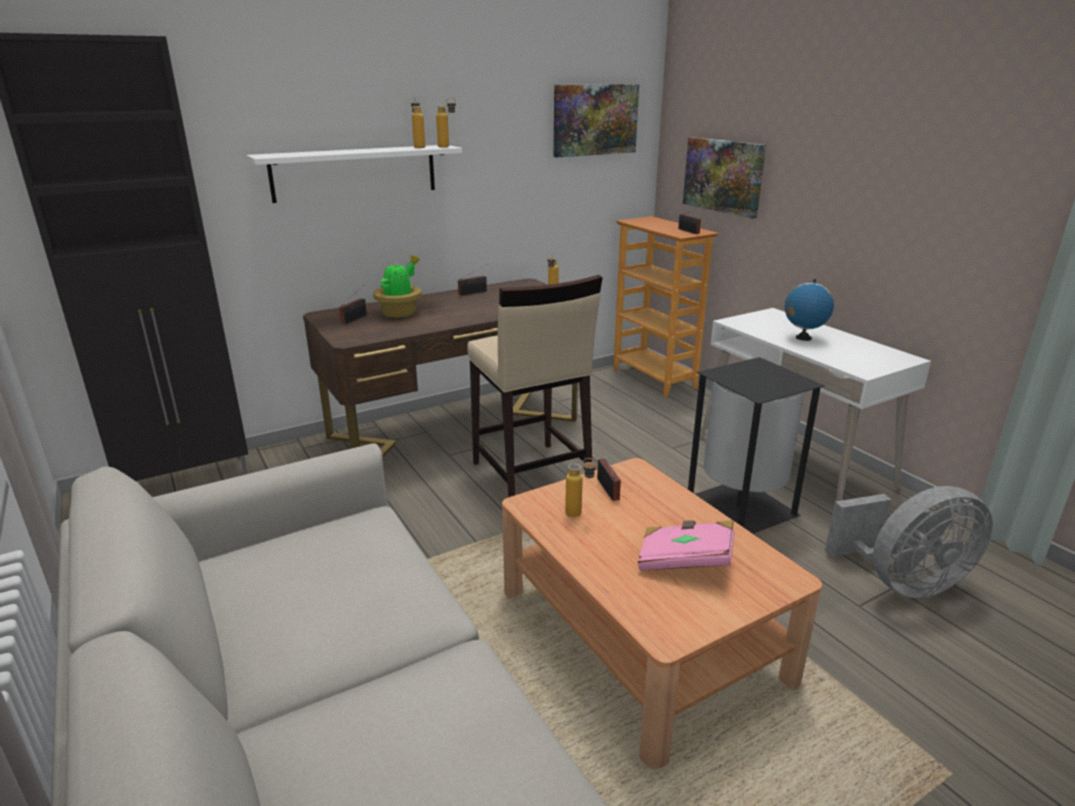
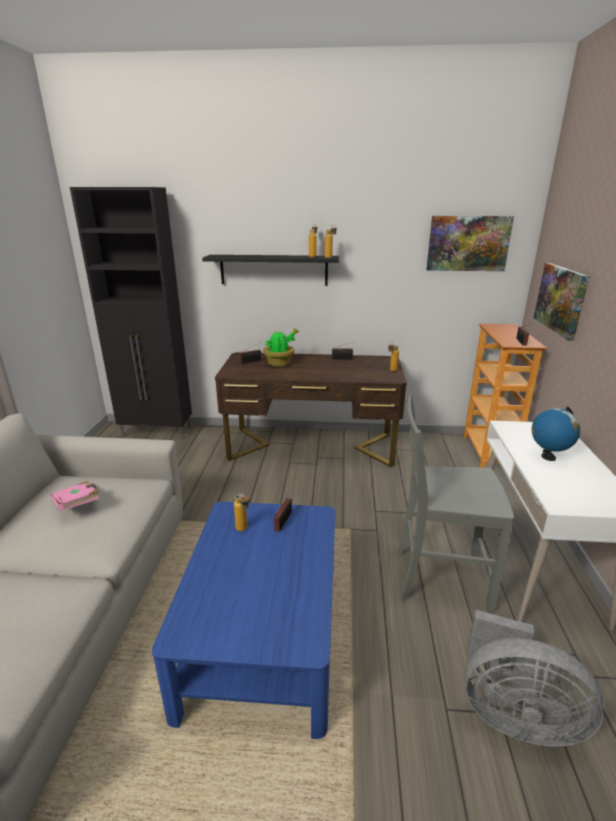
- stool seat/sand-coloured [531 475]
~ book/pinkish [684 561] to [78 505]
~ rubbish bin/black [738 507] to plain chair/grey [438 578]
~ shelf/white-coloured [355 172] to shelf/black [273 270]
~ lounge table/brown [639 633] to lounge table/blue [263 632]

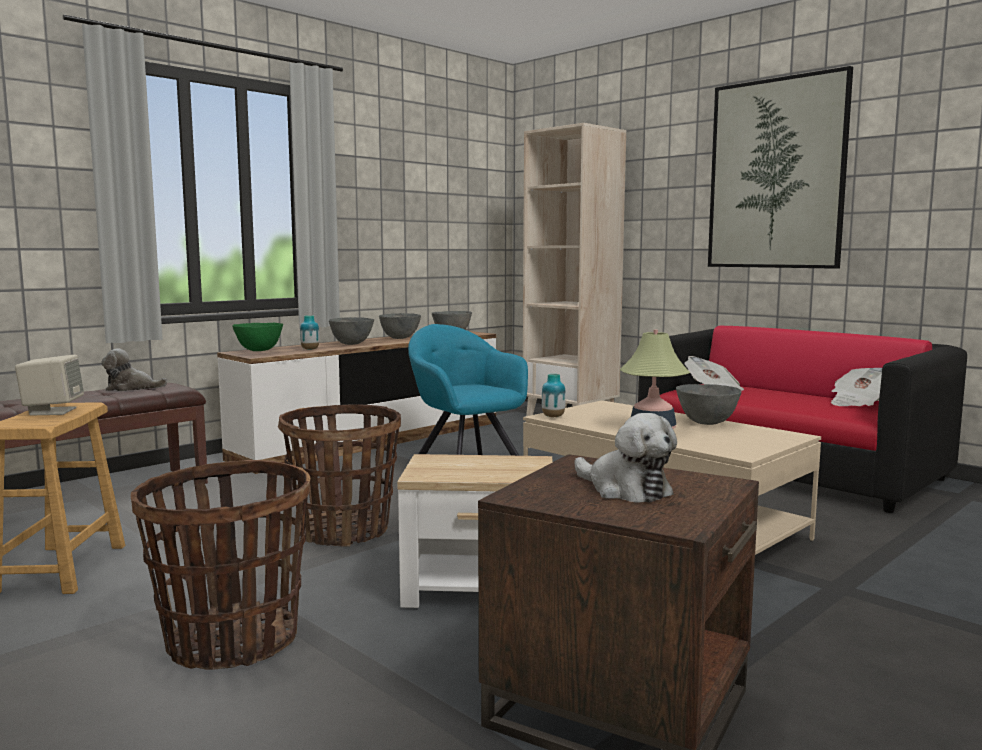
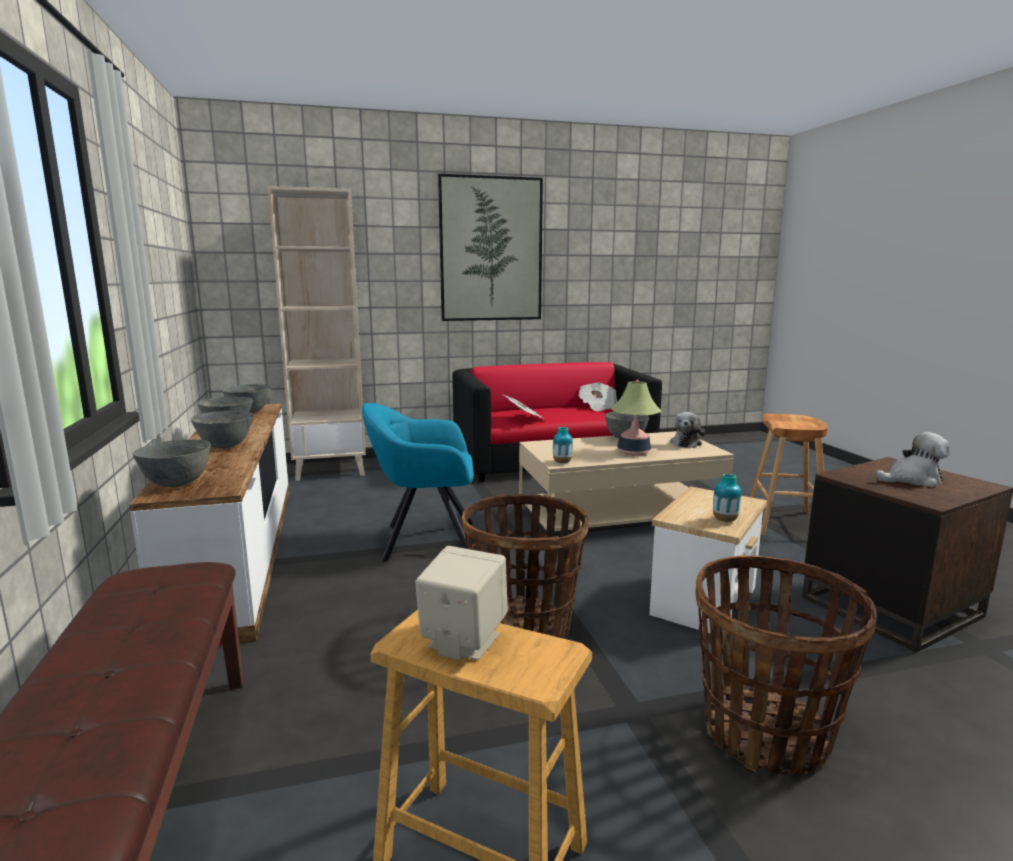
+ stool seat/brown [784 523]
~ soft toy [131 388] to [686 443]
~ decorative vase [310 349] to [725 520]
~ deep dish/green [259 350] to deep dish/grey [176 484]

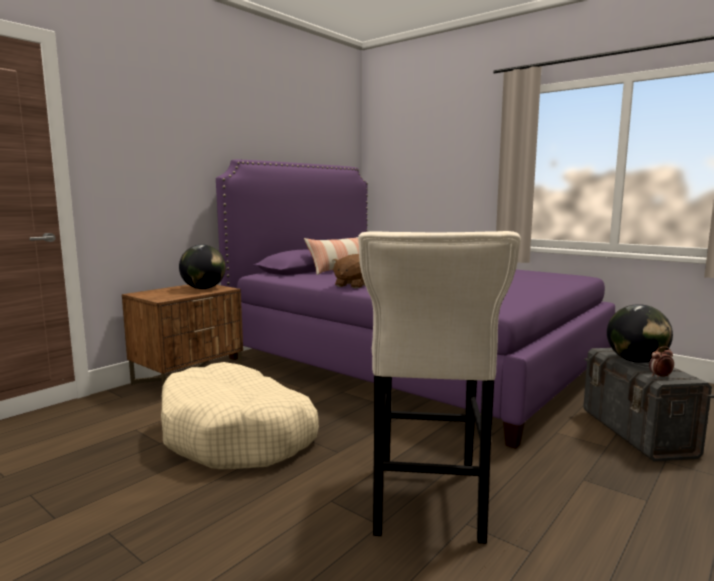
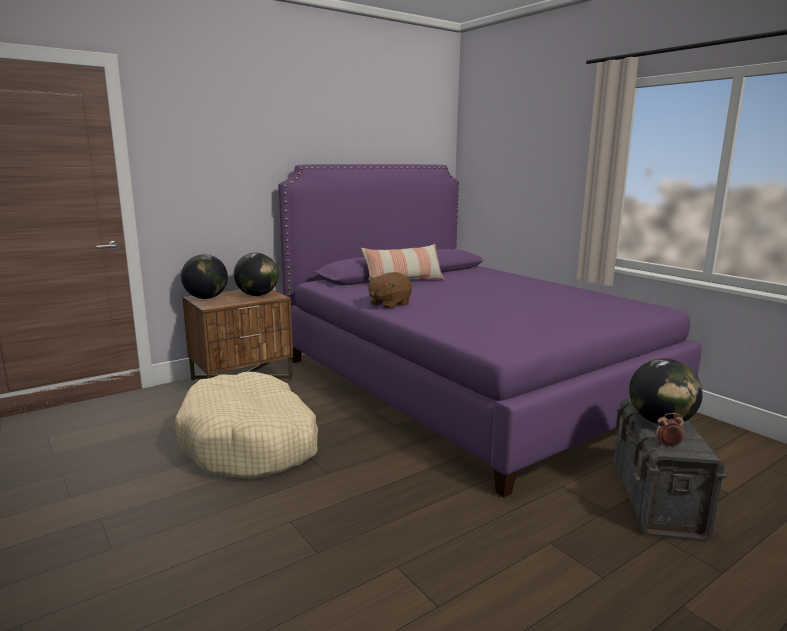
- stool seat/sand-coloured [427 505]
+ globe [206 298]

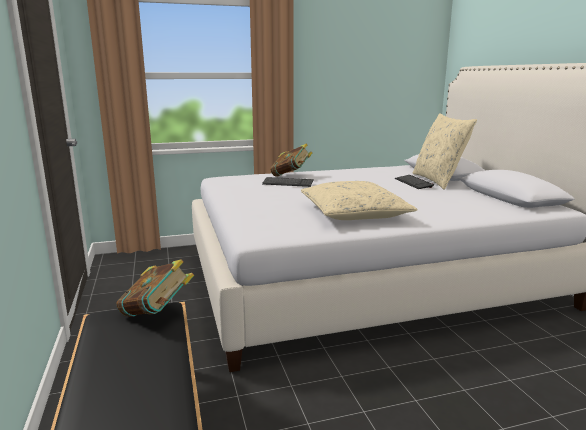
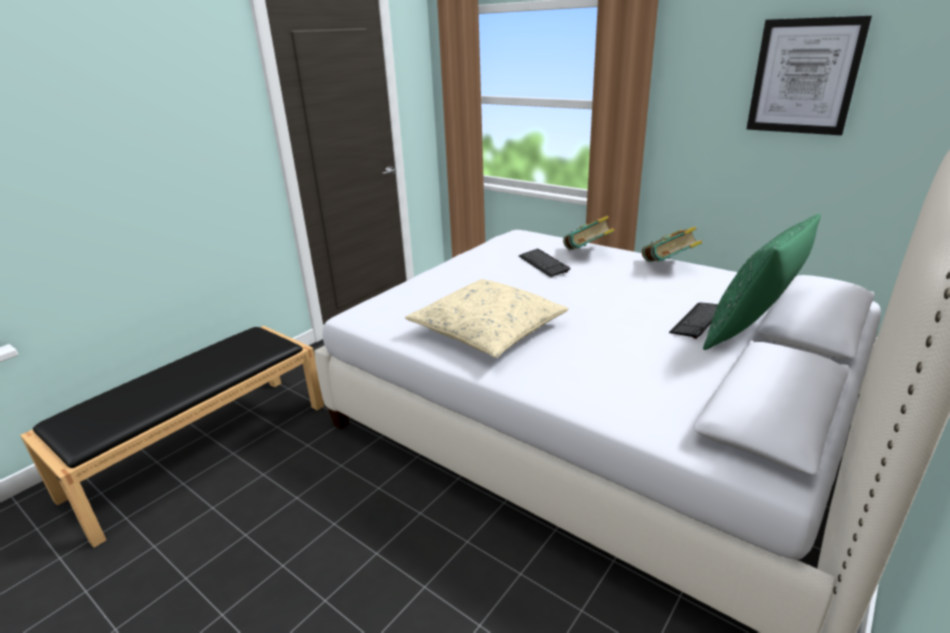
+ wall picture [804 77]
~ book [157 314] to [668 266]
~ cushion/sand-coloured [438 181] to cushion/green [751 333]

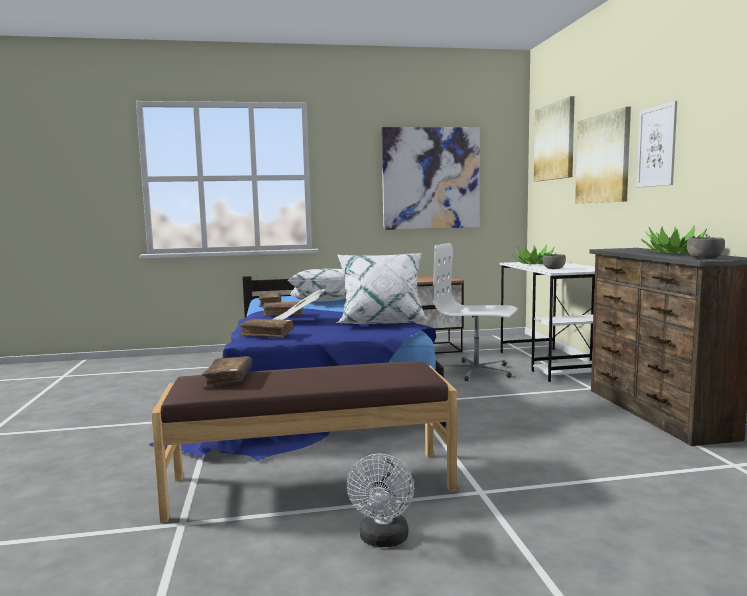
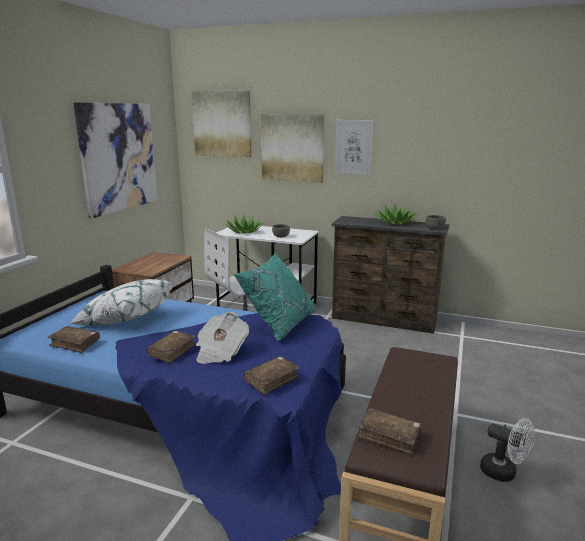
~ cushion/white-coloured [382 322] to cushion/turquoise [278 324]

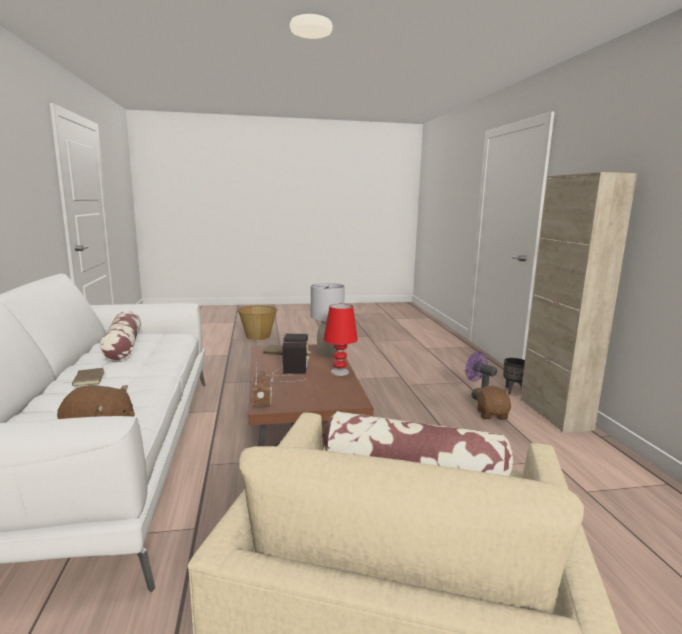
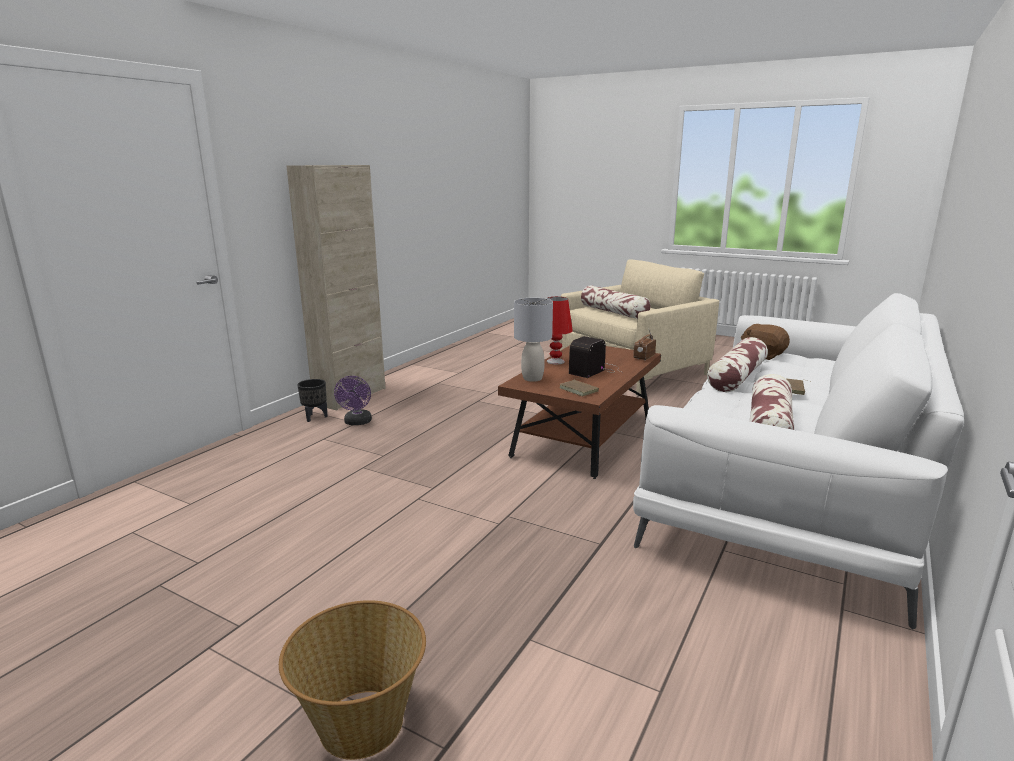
- soft toy/brown [492 415]
+ cushion [737 377]

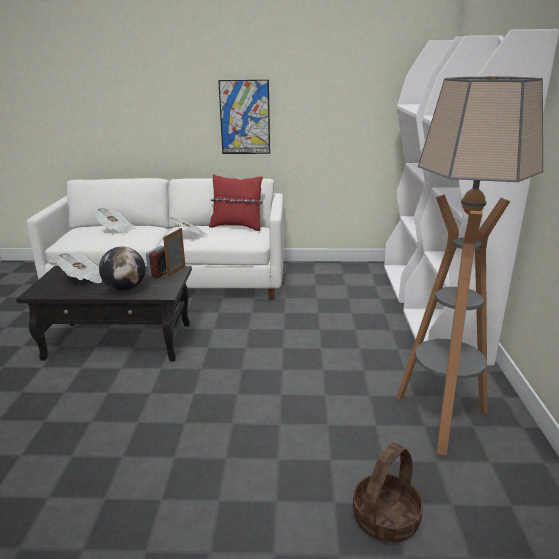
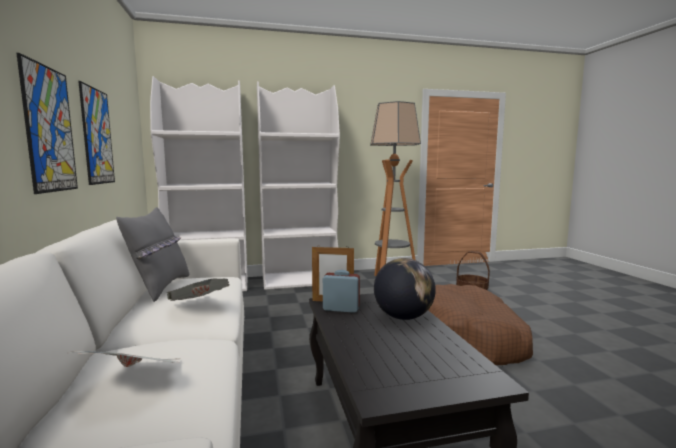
- printed paper [84 278]
+ wall picture [97 136]
+ dog cushion/brown [472 338]
~ cushion/red [237 226] to cushion/grey [160 287]

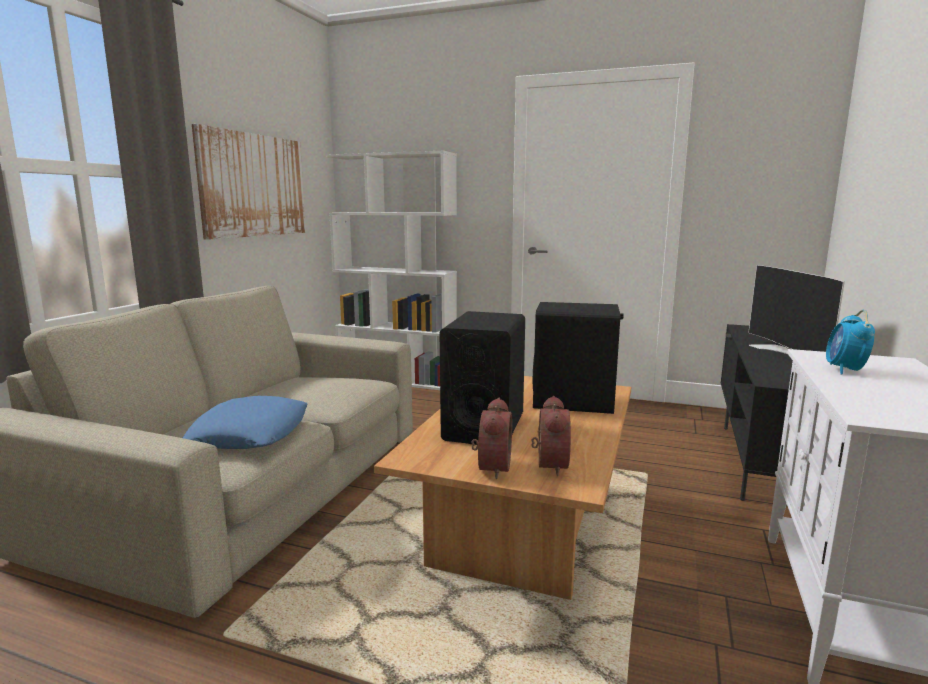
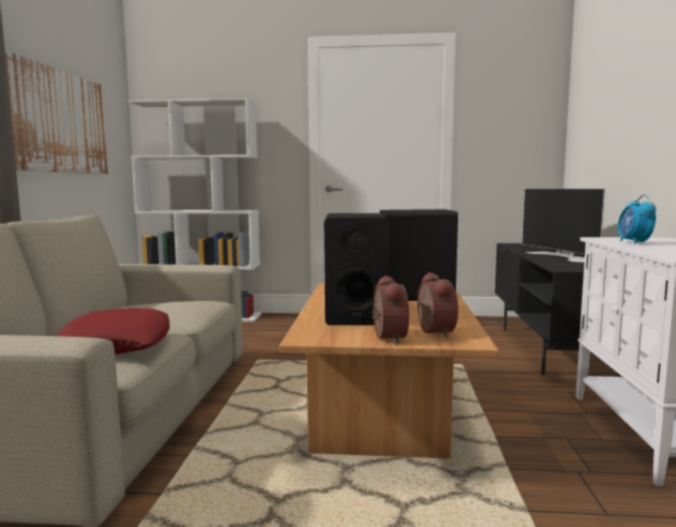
~ cushion/blue [250 433] to cushion/red [117 343]

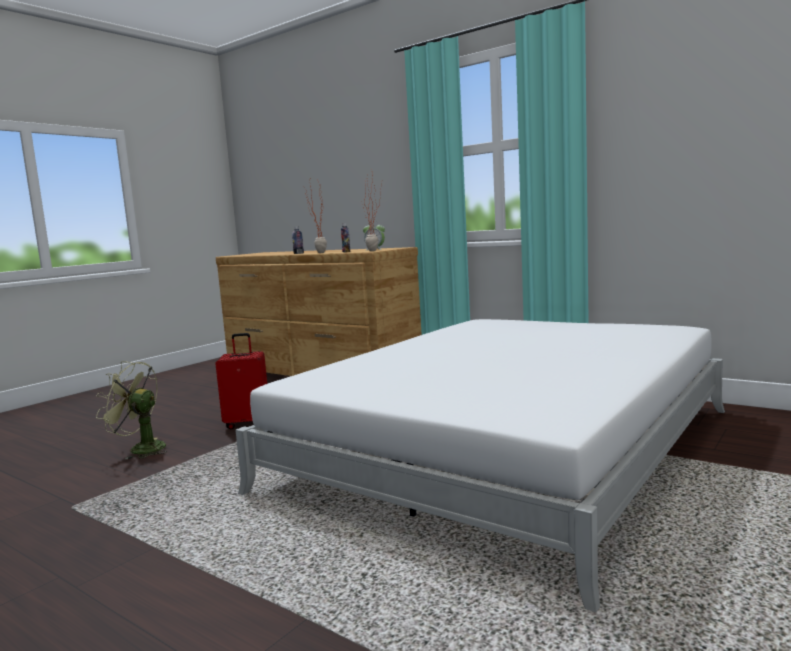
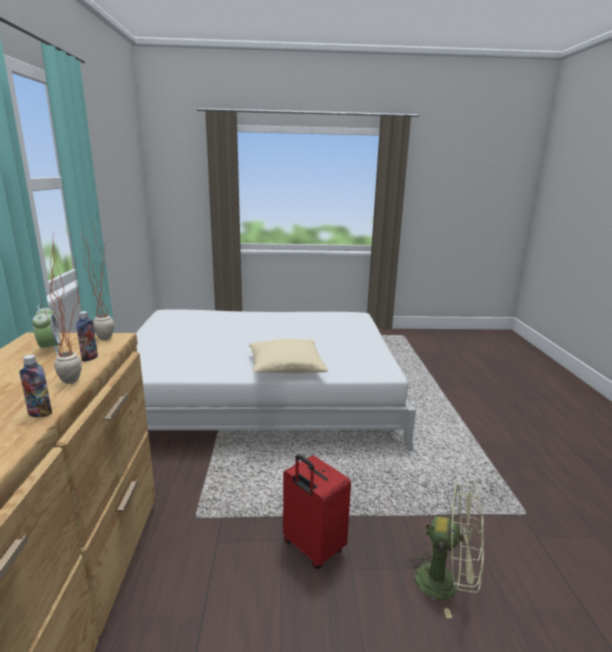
+ cushion/sand-coloured [286 367]
~ cooling fan/green [140 449] = [446 583] 45 degrees counterclockwise

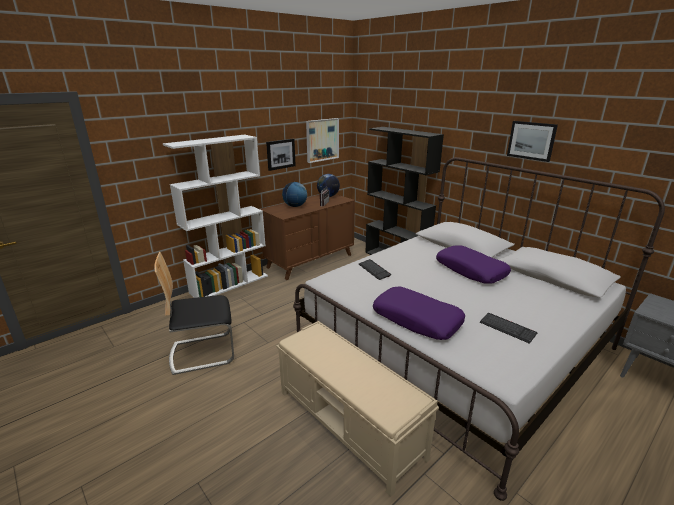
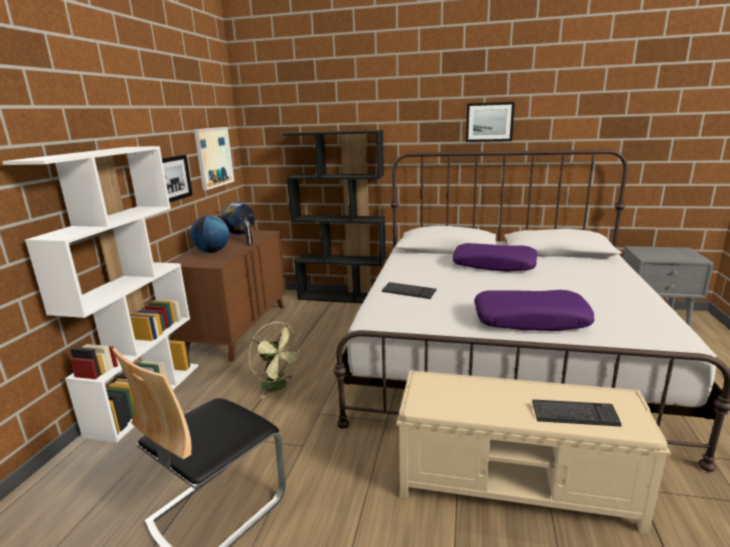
+ cooling fan/green [278 386]
~ keyboard [507 328] to [574 414]

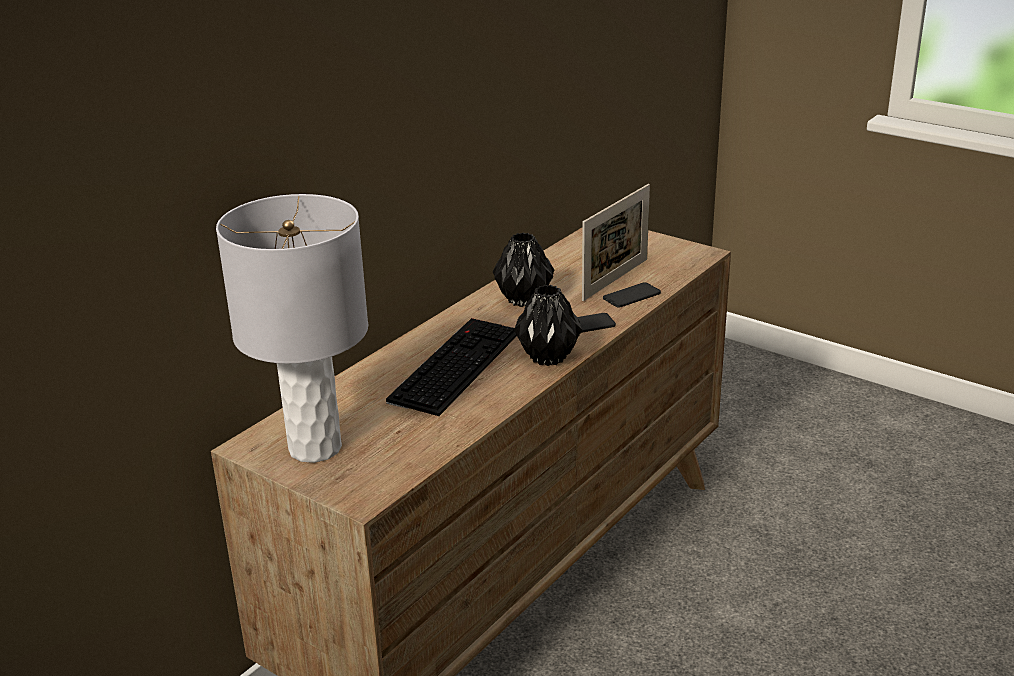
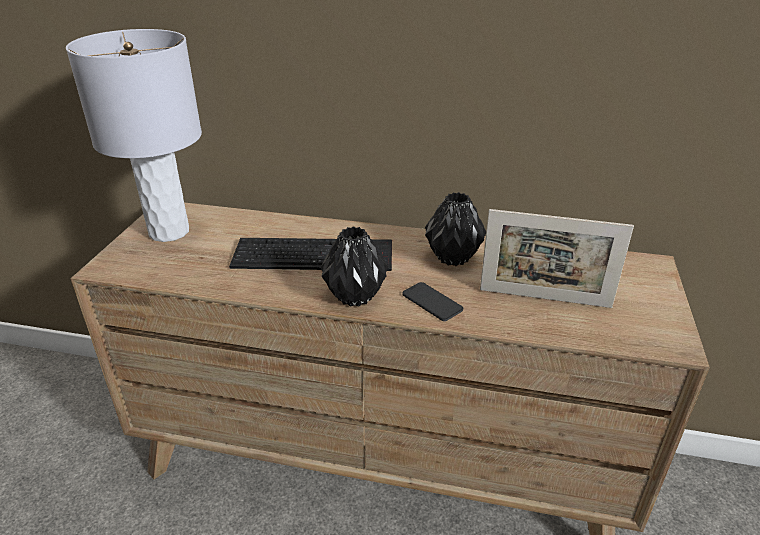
- handset [631 296]

